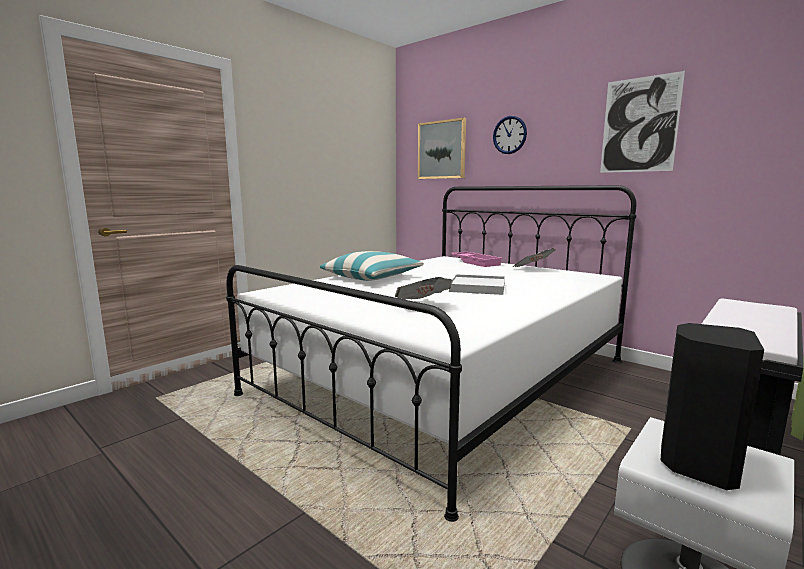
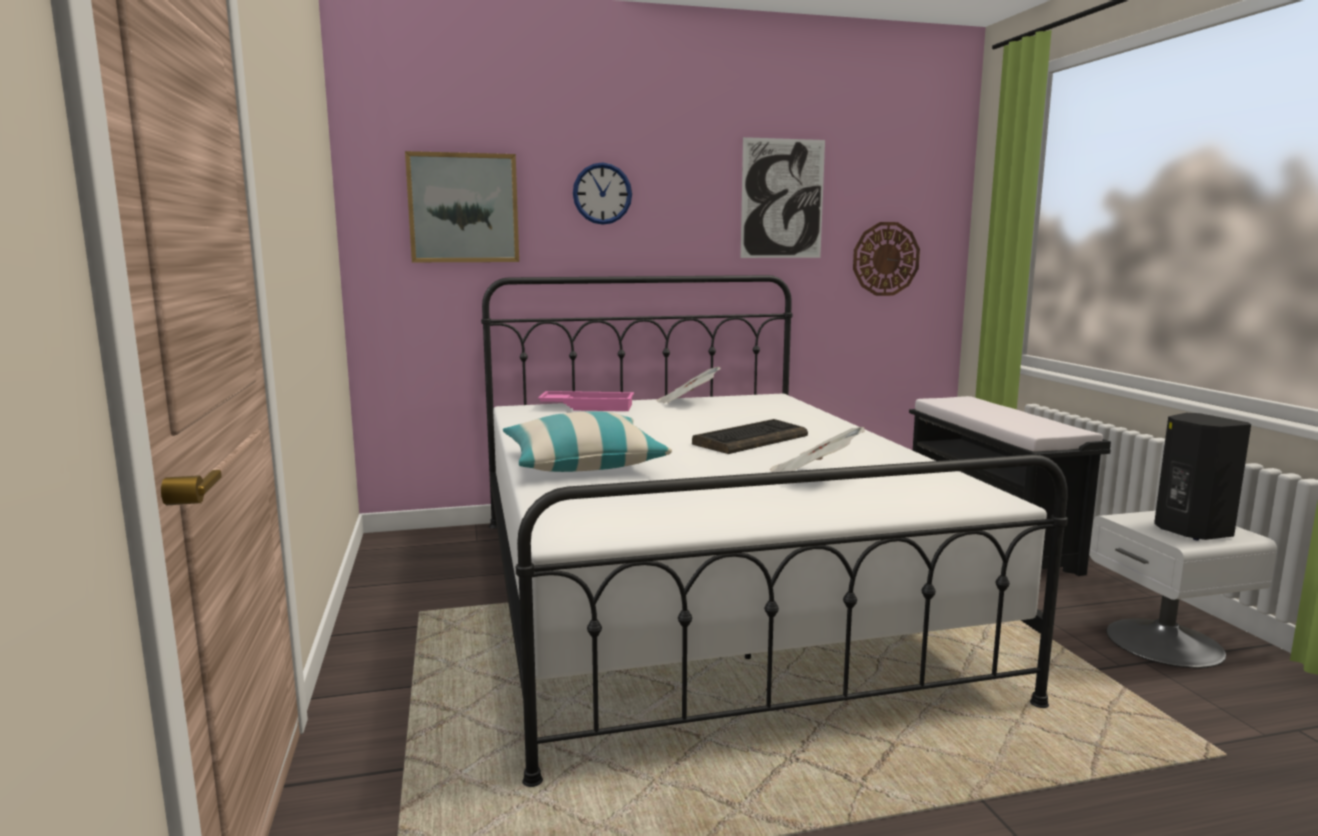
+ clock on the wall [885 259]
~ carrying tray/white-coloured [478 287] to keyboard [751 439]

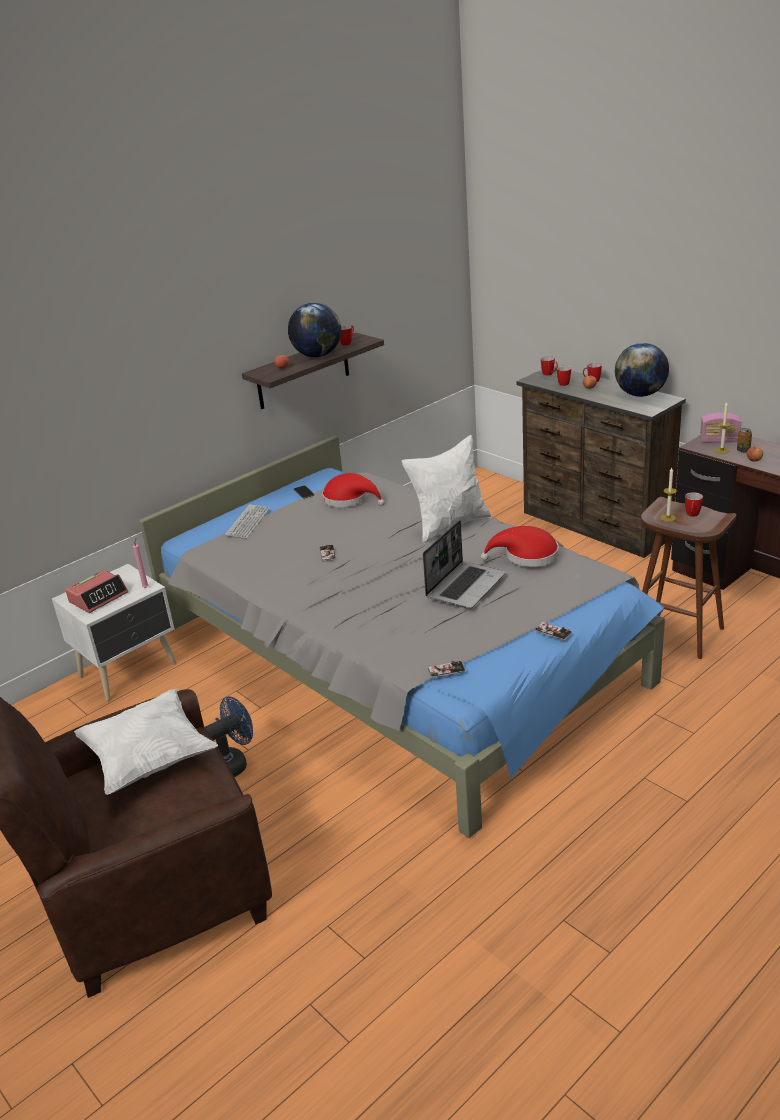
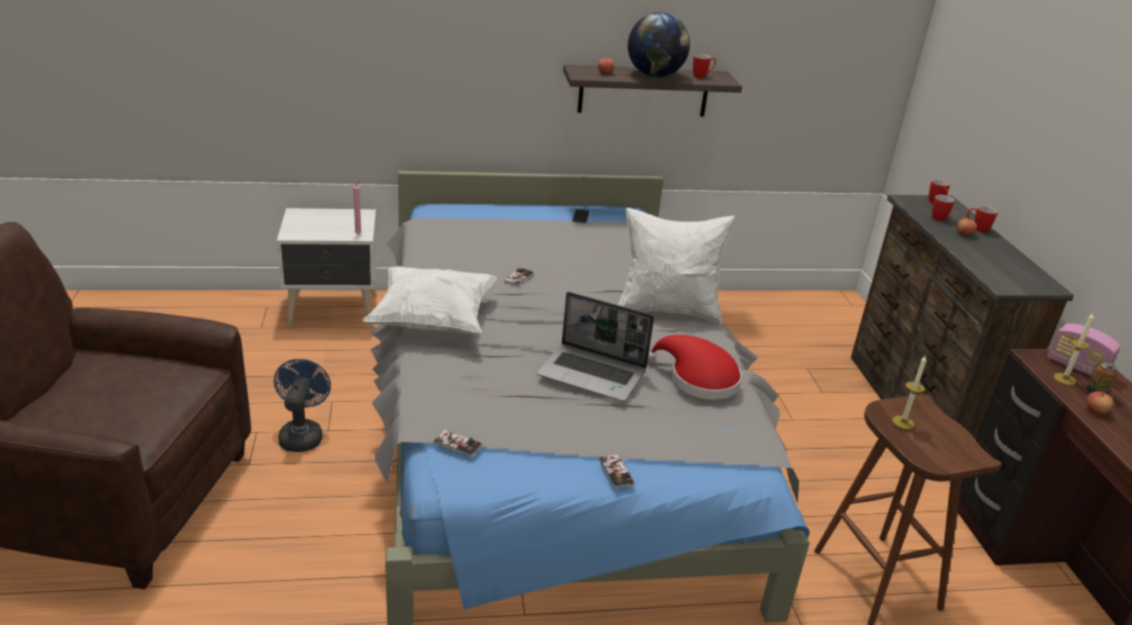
- alarm clock [98 597]
- keyboard [248 522]
- wearable hat/red [349 499]
- globe [640 394]
- mug [692 515]
~ cushion/white-coloured [149 759] to [432 321]
~ cooling fan/blue [233 763] = [302 435] 90 degrees counterclockwise
~ portable computer [465 586] = [593 374] 45 degrees clockwise

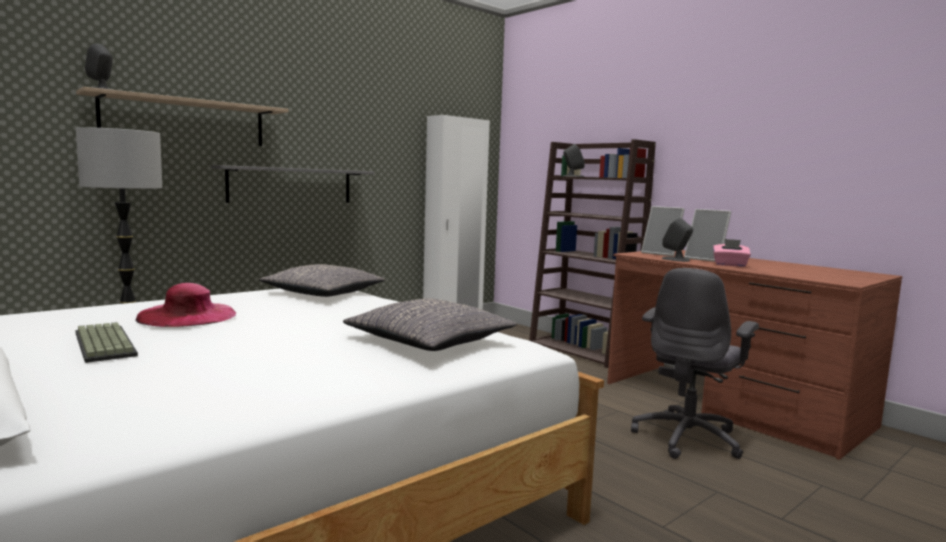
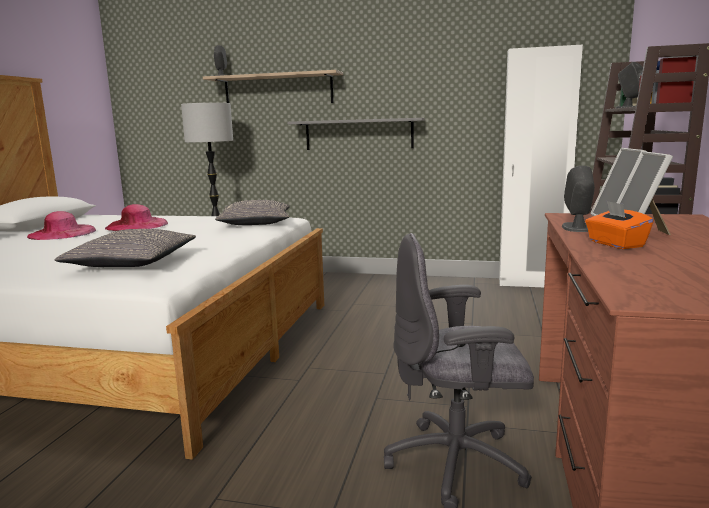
~ keyboard [102 344] to wearable hat/pinkish [62 233]
~ tissue box/pinkish [730 265] to tissue box/orange-coloured [615 244]

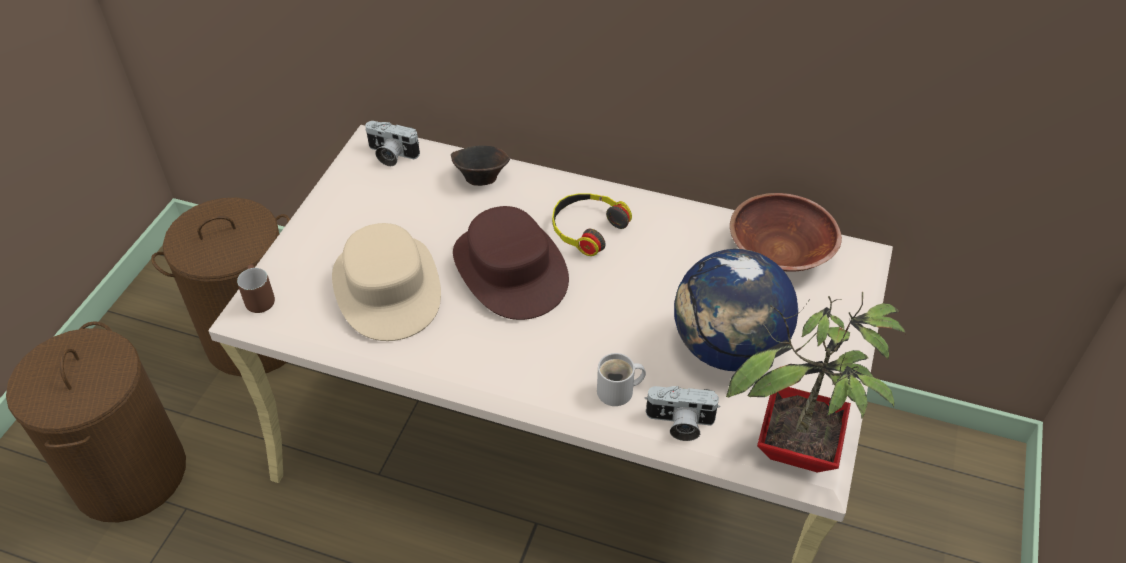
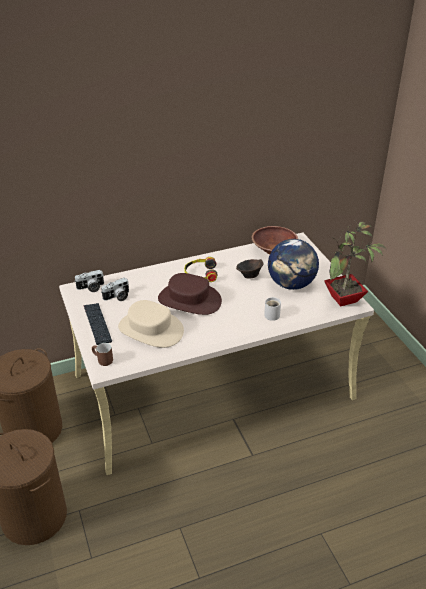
+ keyboard [97 324]
~ deep dish/brown [480 178] to [249 275]
~ still camera [679 423] to [117 297]

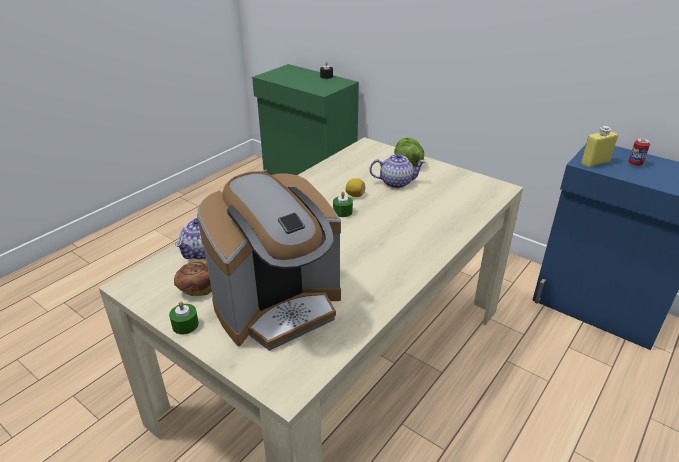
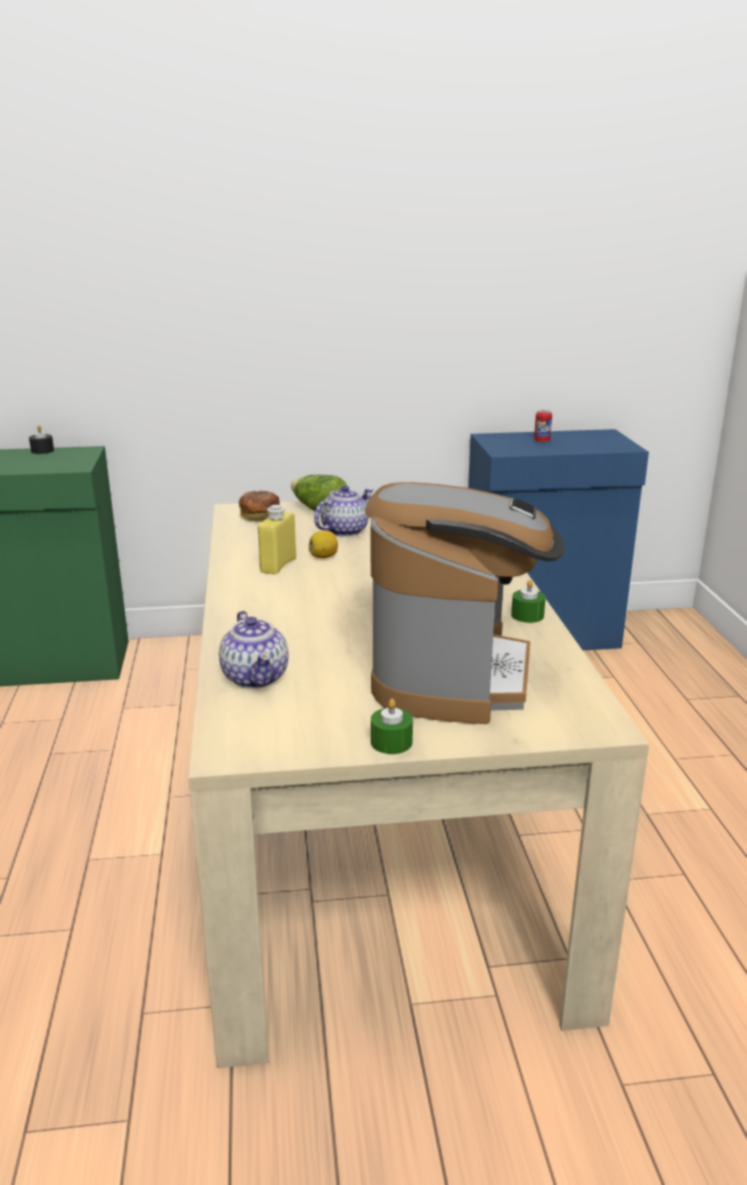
~ baked bread [197 286] to [259 517]
~ candle/green [342 211] to [527 615]
~ beverage bottle/yellowish [595 163] to [278 565]

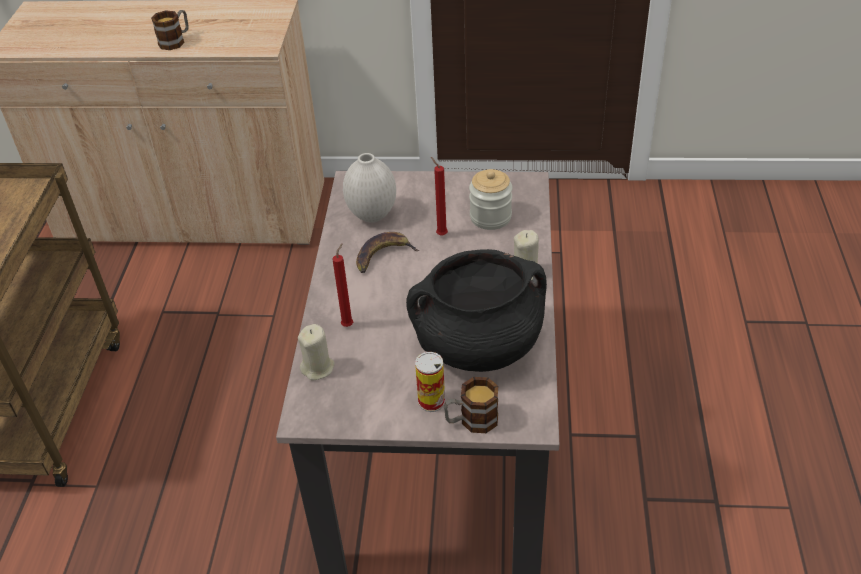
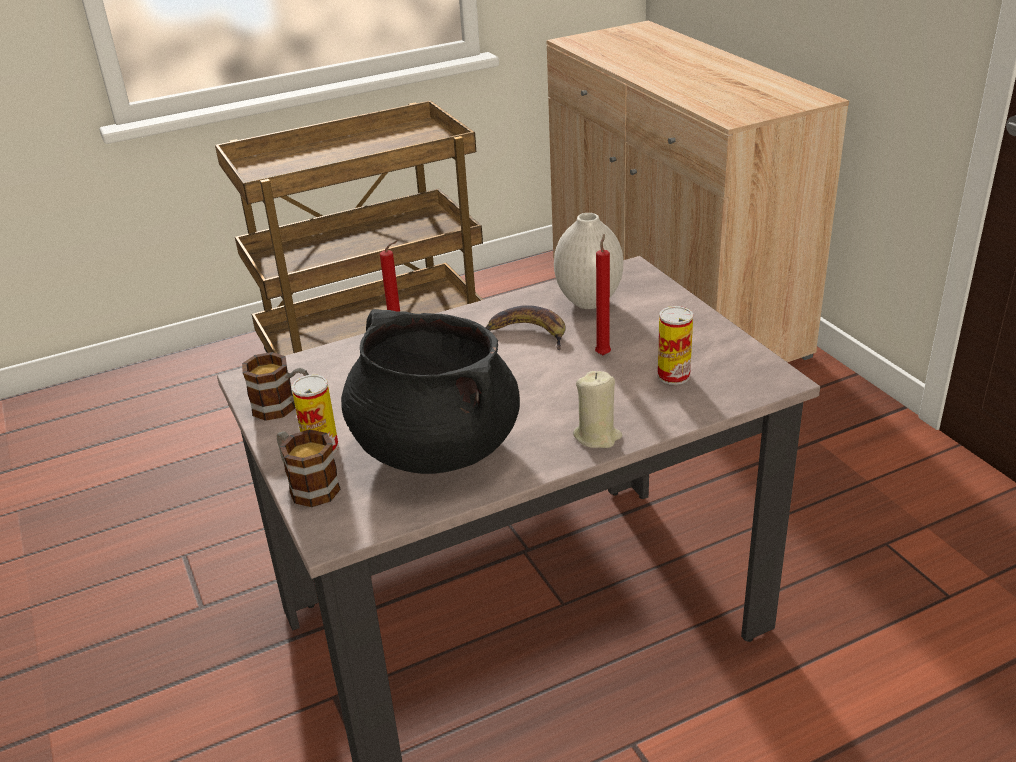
- candle/sand-coloured [318 368]
~ mug [175 41] to [283 407]
~ preserve jar [490 217] to can [673 375]

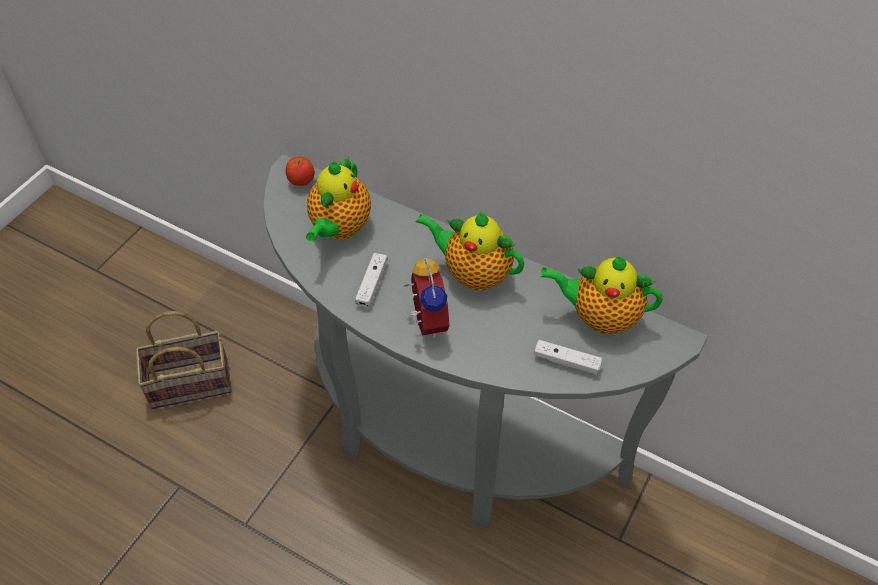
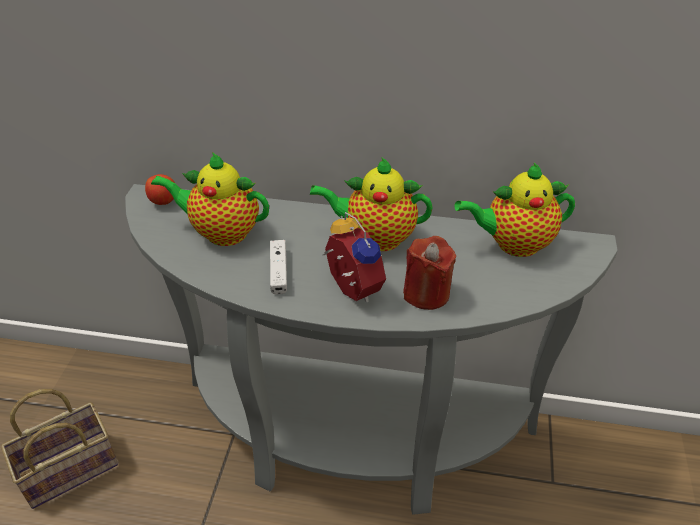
- joypad/white-coloured [566 362]
+ candle/red [426 293]
~ teapot [339 229] = [221 232] 105 degrees clockwise

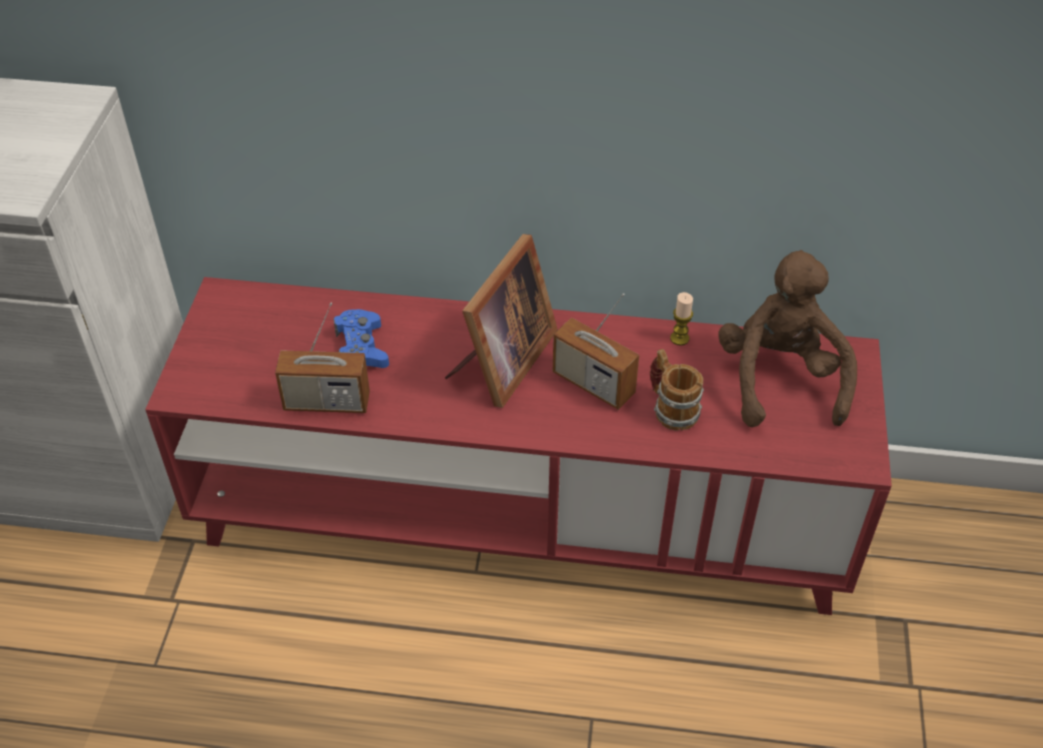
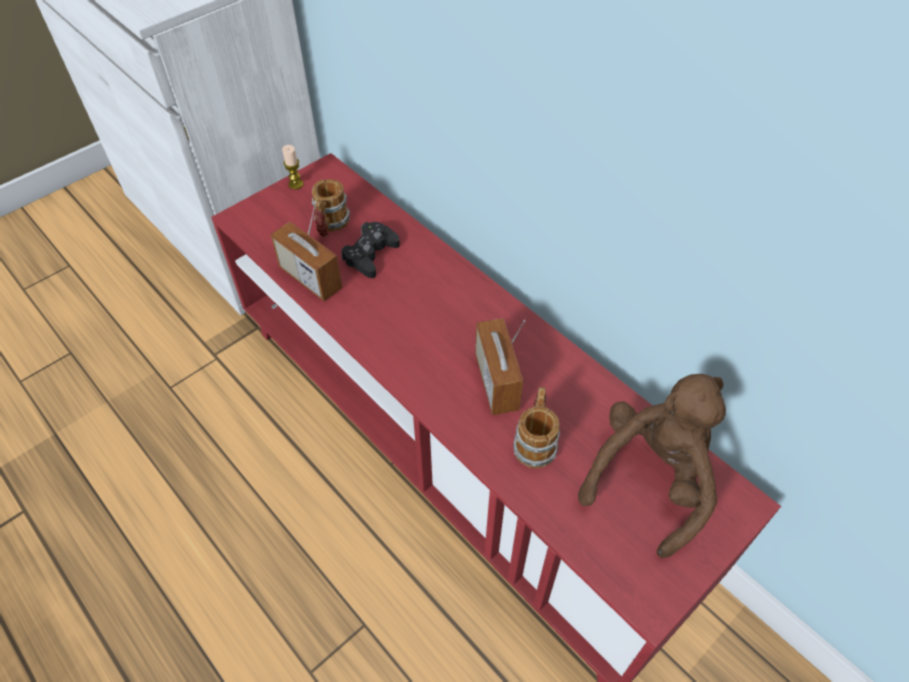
- standing frame [501 362]
+ mug [330 225]
~ candle [679 338] to [296 184]
~ joypad/blue [361 347] to joypad/black [370 255]

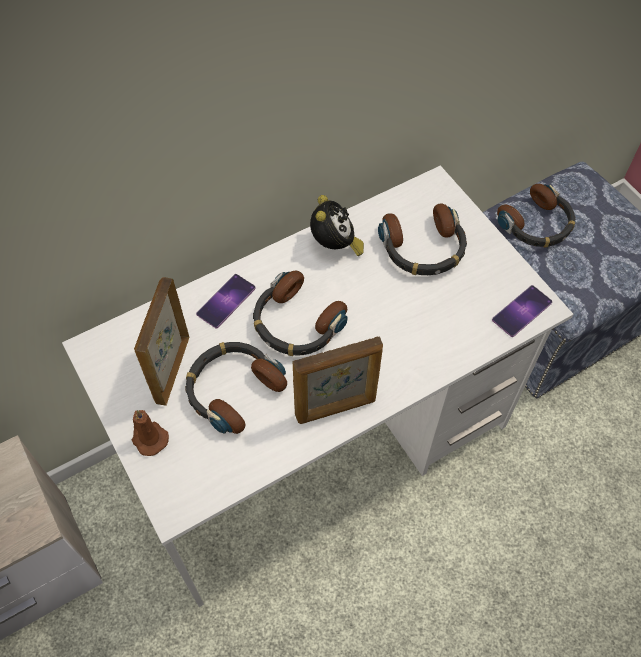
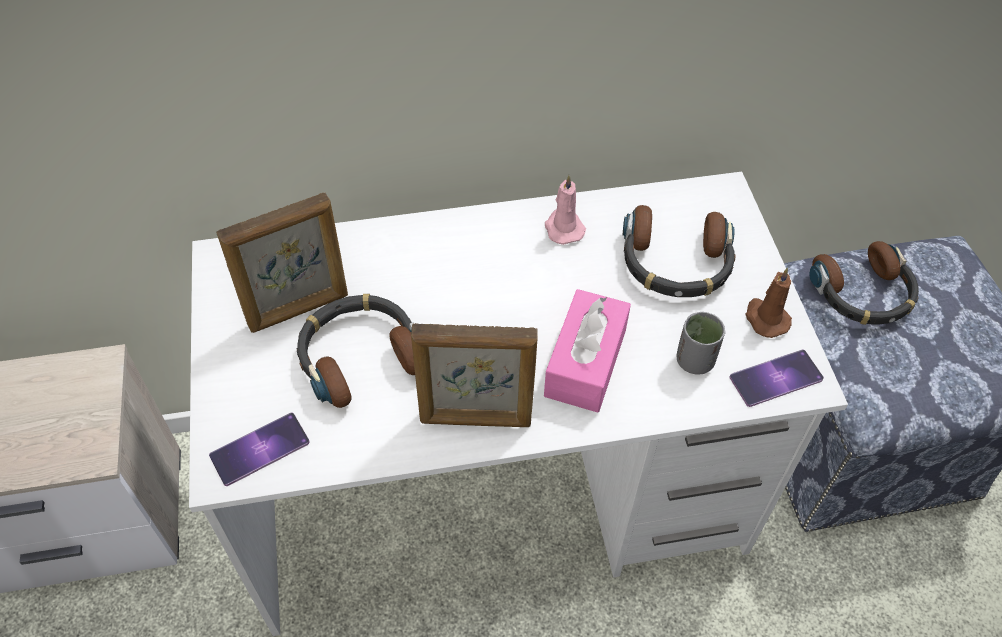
- headset [296 323]
+ tissue box/pinkish [585 362]
+ cup/grey [694 360]
~ candle/brown [149 438] to [765 318]
~ handset [226 301] to [260 449]
~ alarm clock [335 246] to candle/pinkish [563 228]
~ standing frame [171 370] = [299 310] 150 degrees counterclockwise

